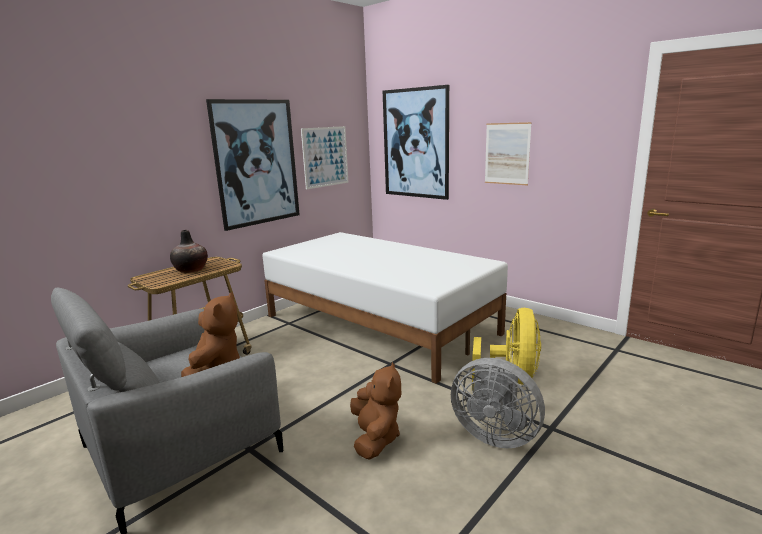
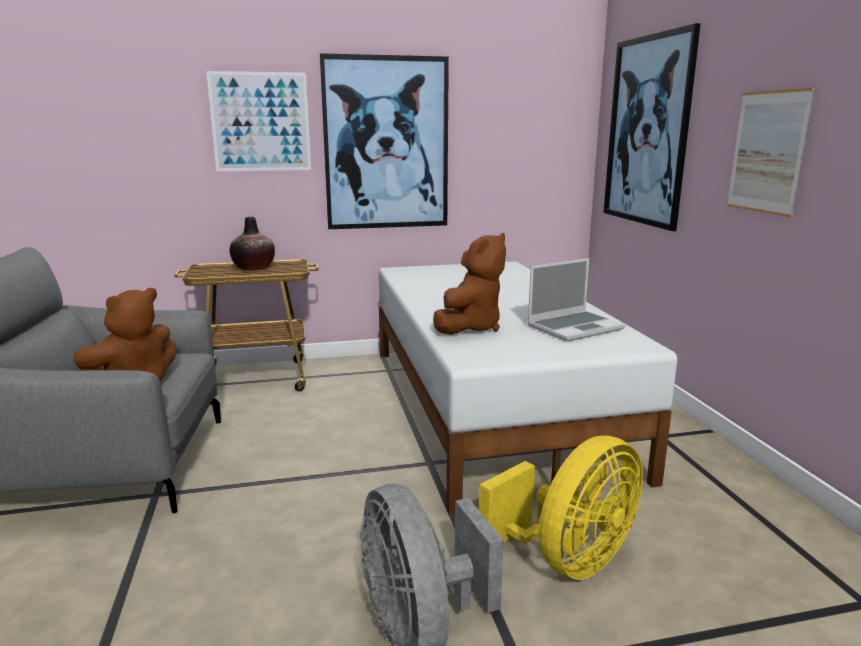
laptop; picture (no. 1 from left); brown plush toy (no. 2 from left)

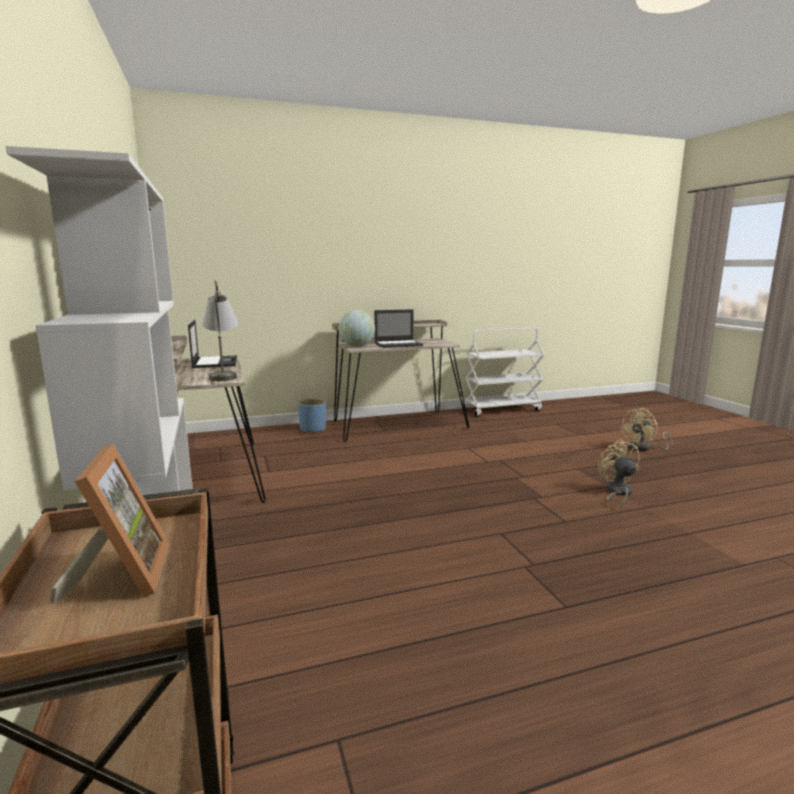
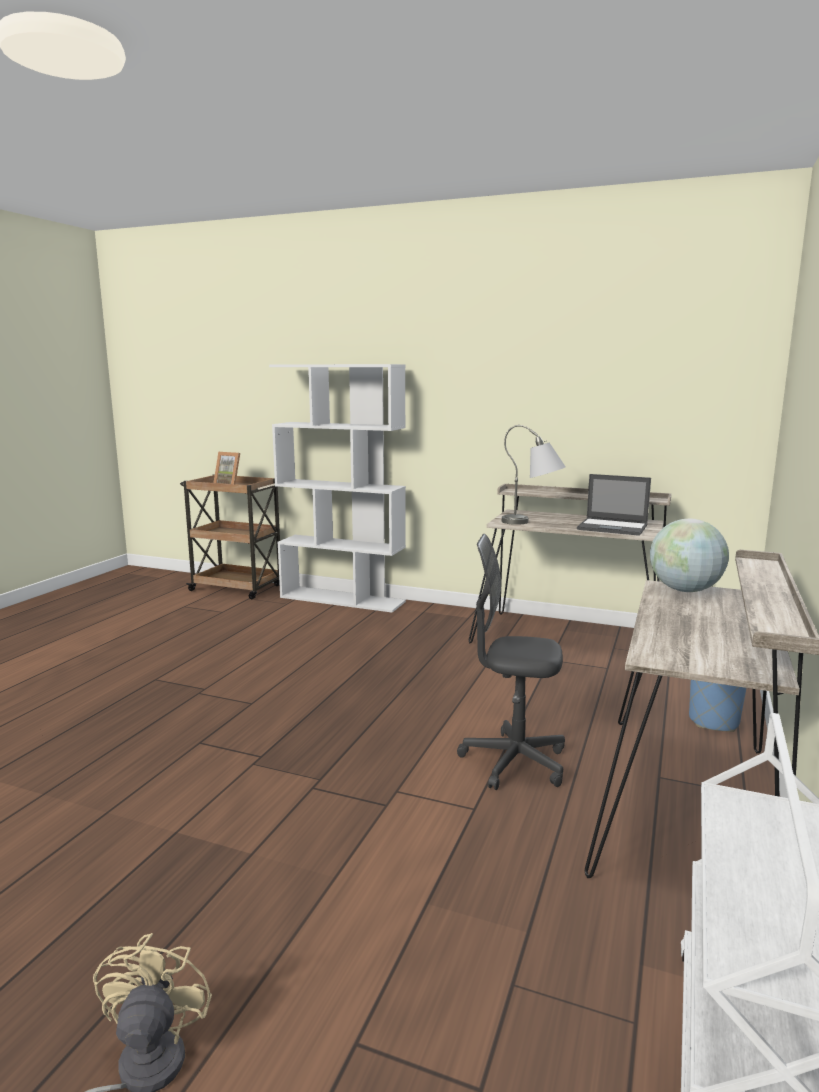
laptop (no. 2 from left in the first image); beige fan (no. 1 from left in the first image); grey office chair

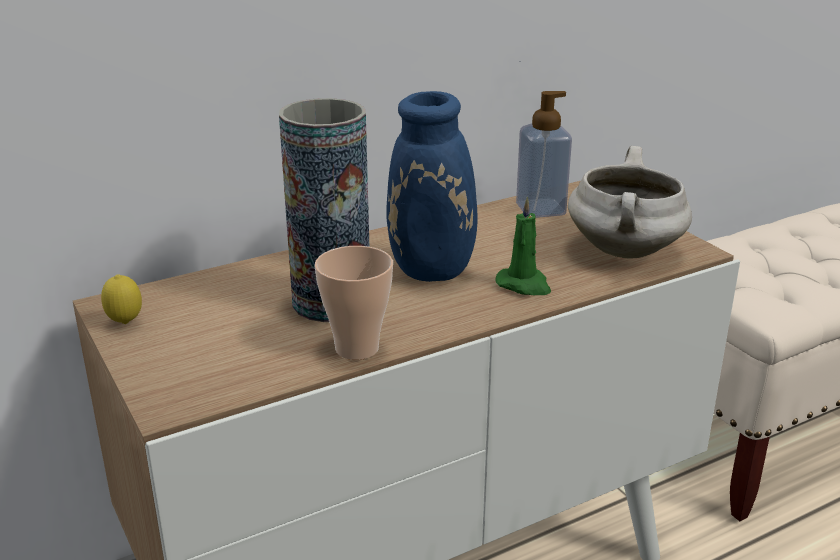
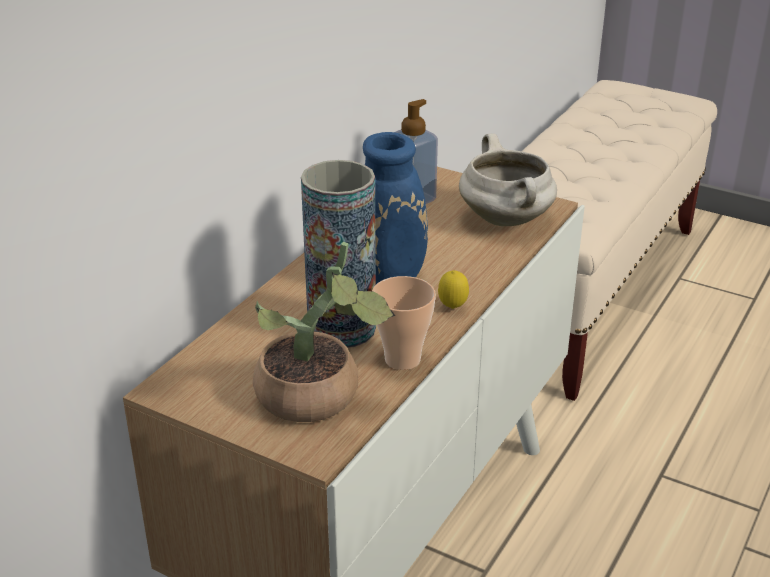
green candle; potted plant; lemon

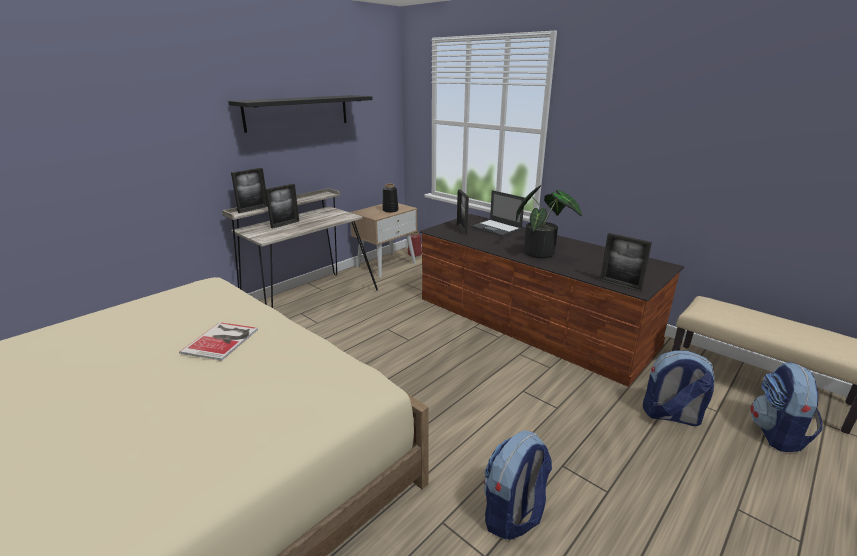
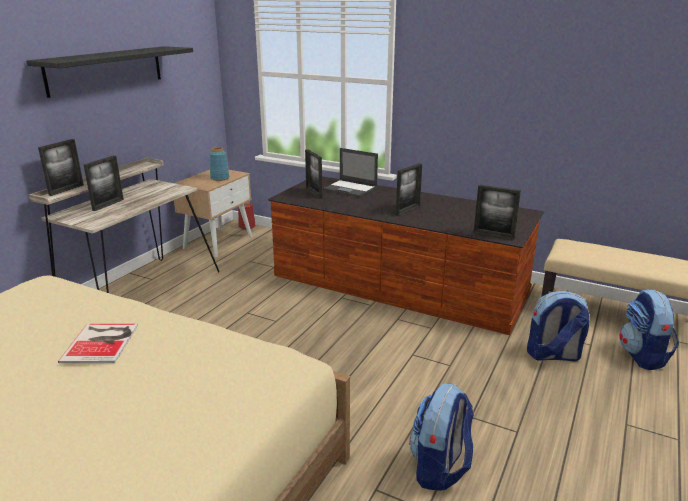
picture frame (no. 4 from left); blue vase

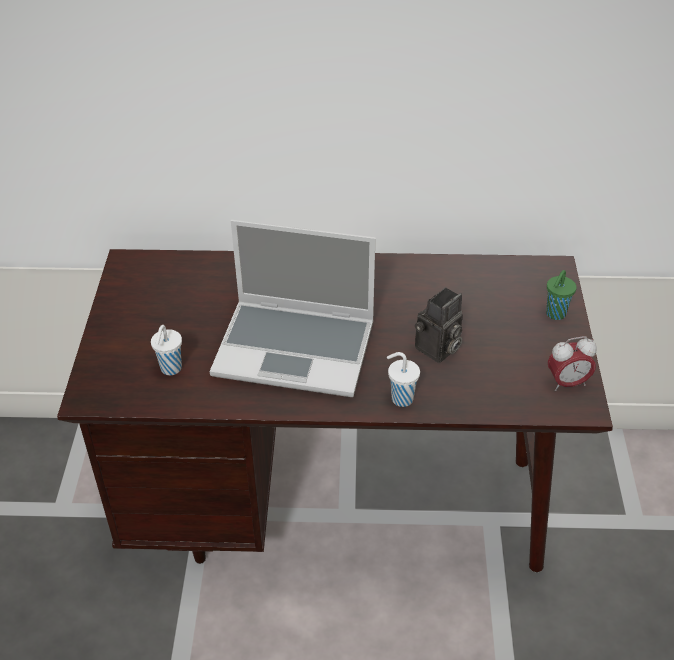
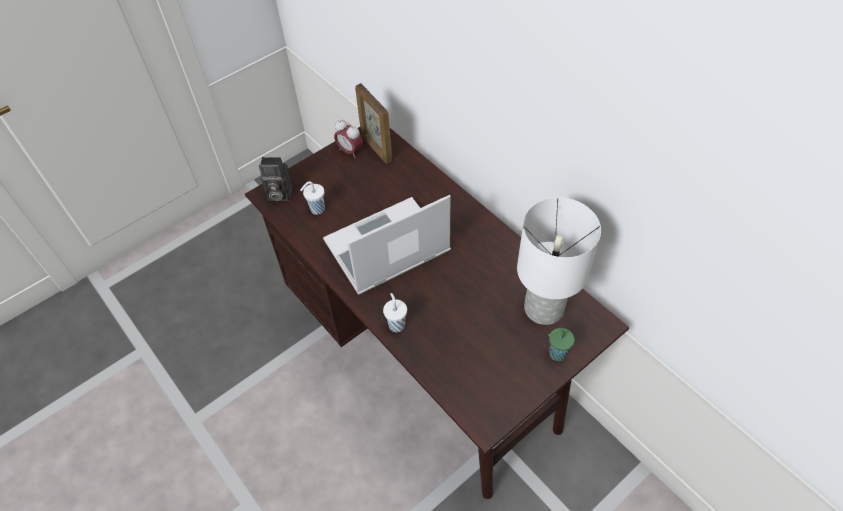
picture frame; white table lamp; photo camera; alarm clock; laptop

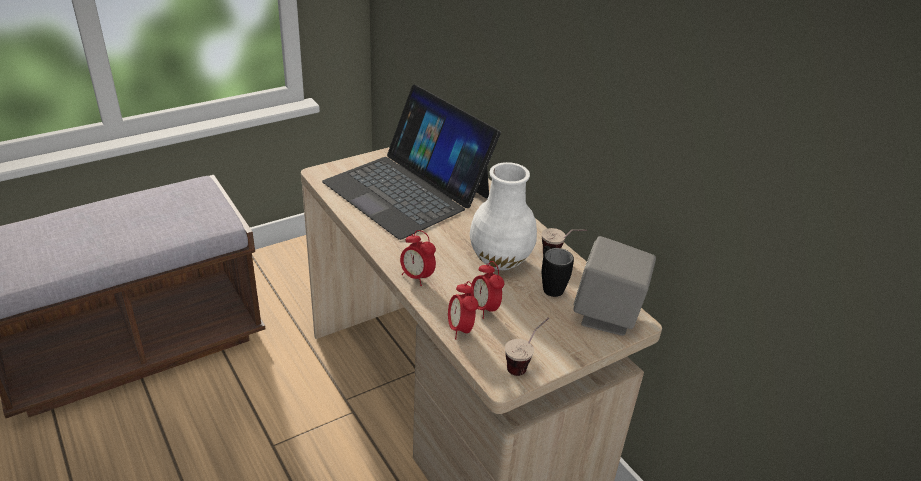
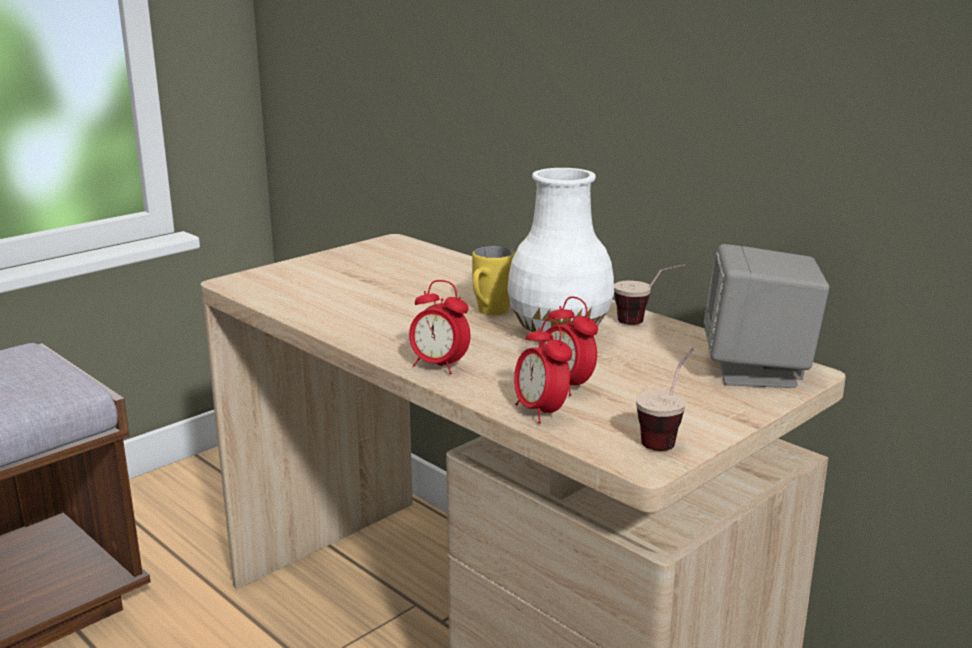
laptop; black mug; yellow mug

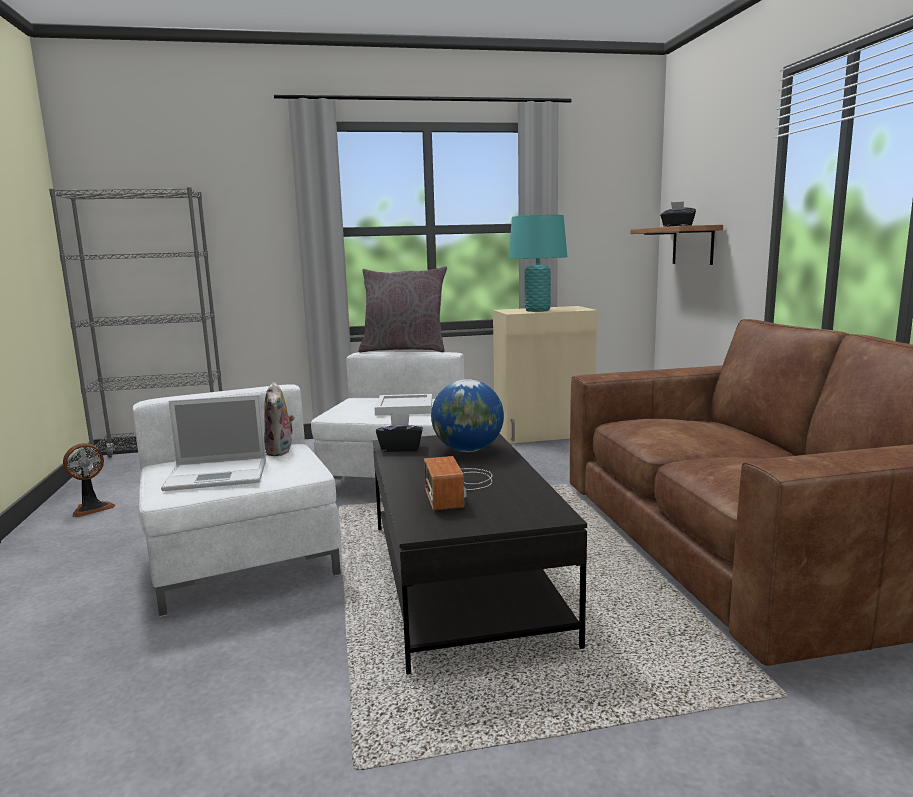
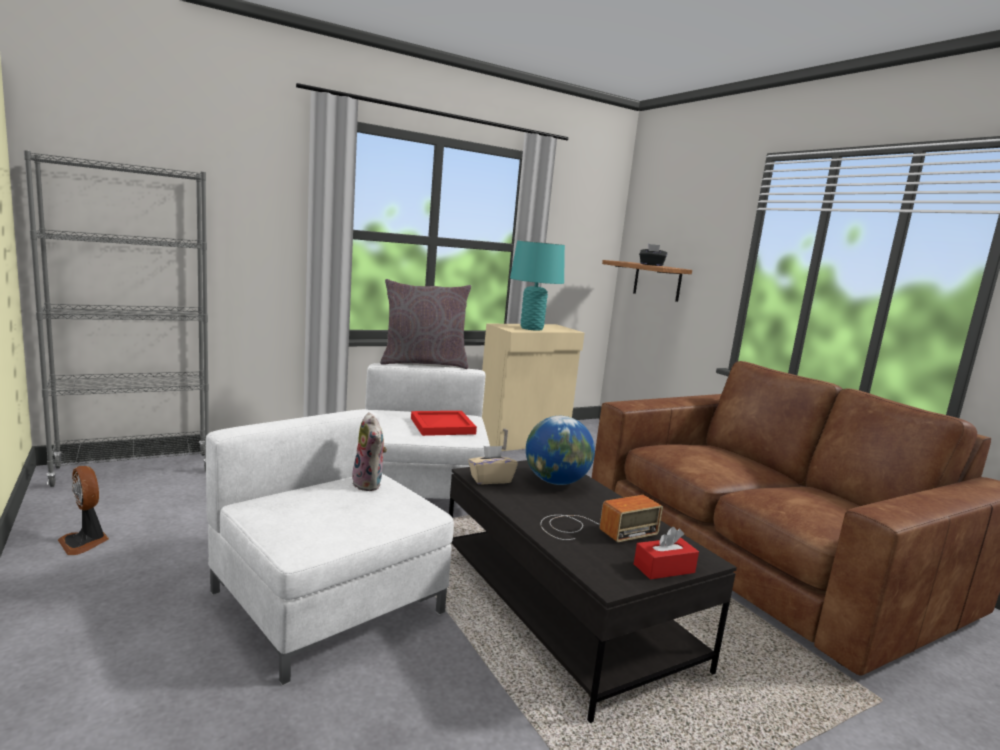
laptop; red tissue box; red tray; beige tissue box; fan; radio

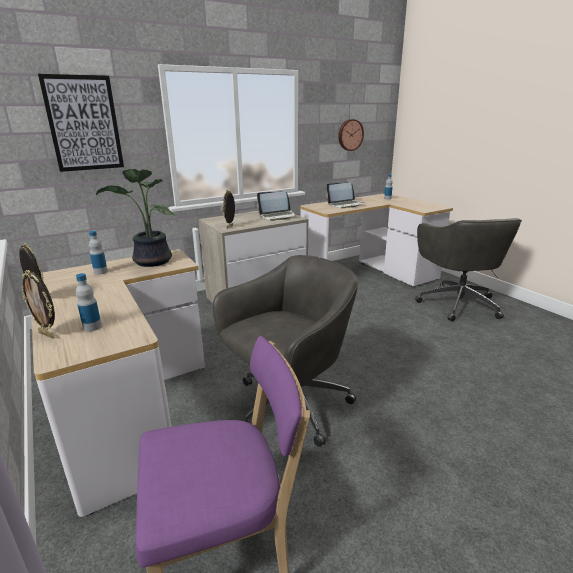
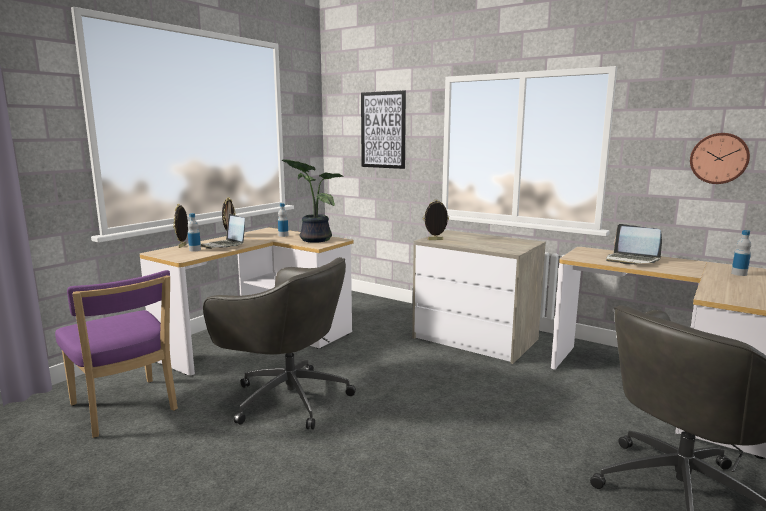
laptop (no. 1 from left)

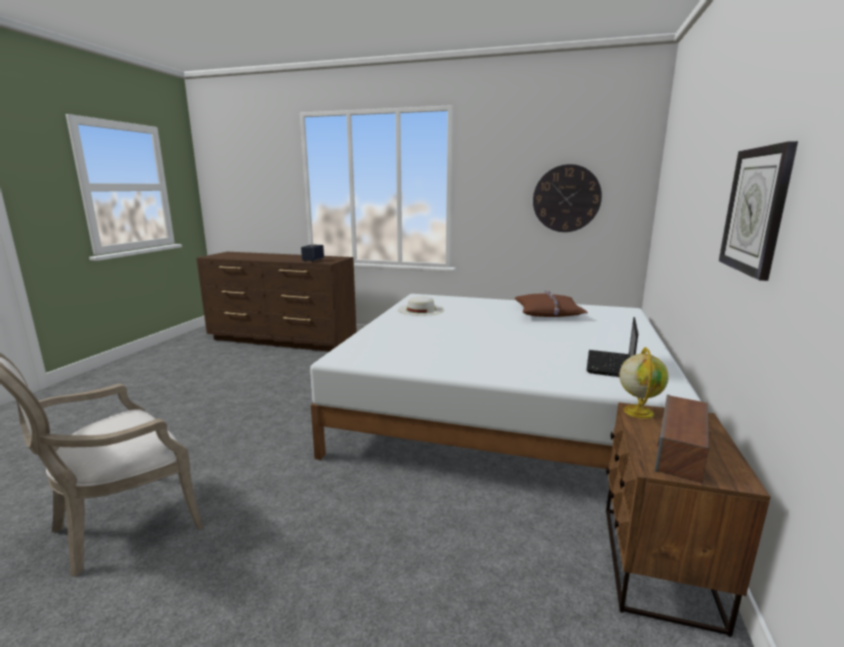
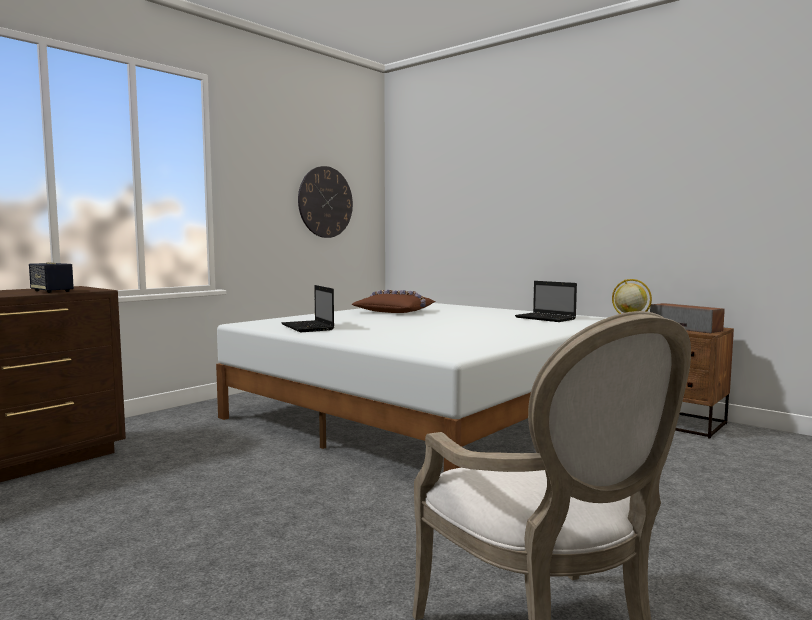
wall clock (no. 2 from left in the first image); laptop (no. 1 from left)

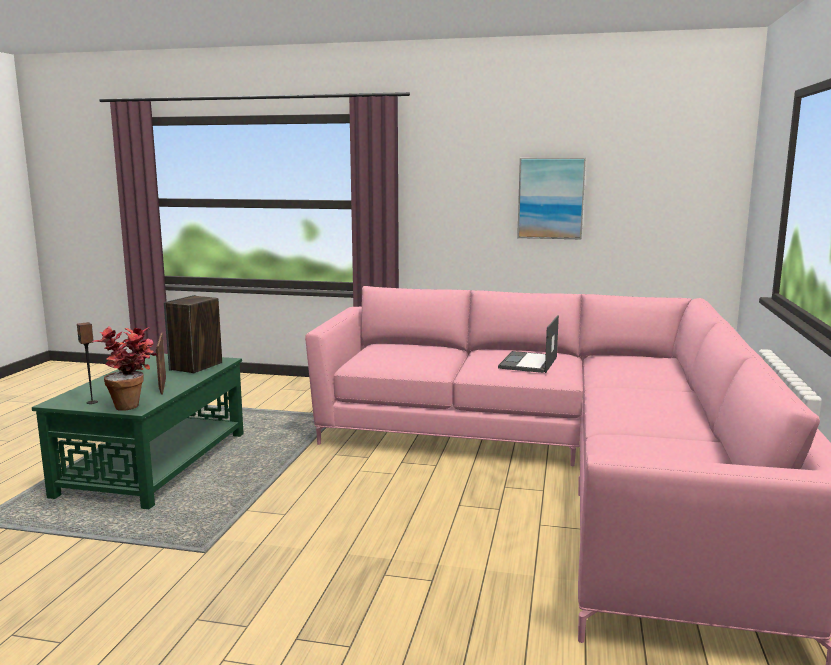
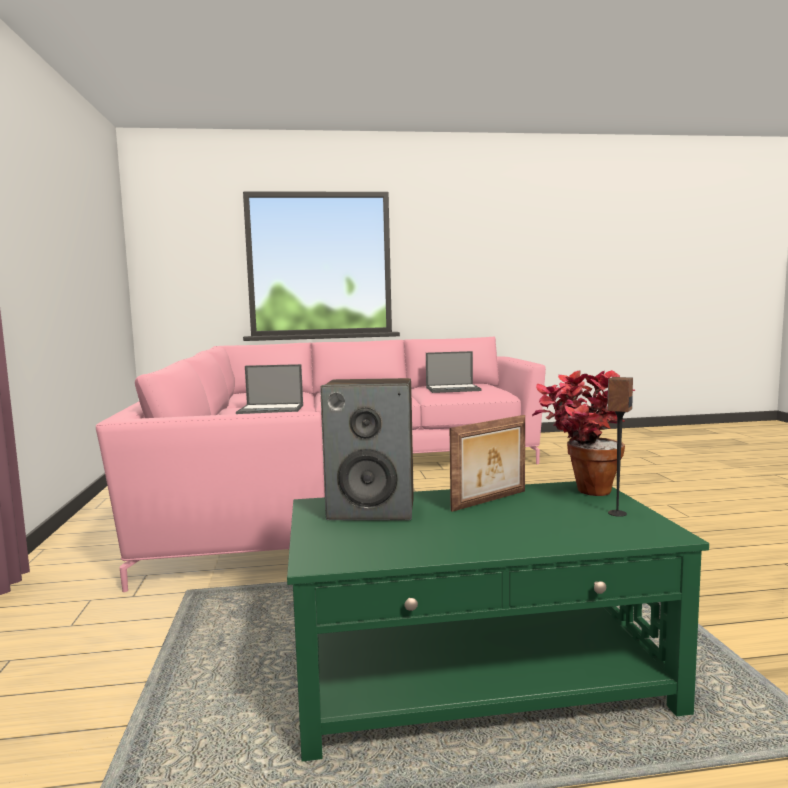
picture; laptop (no. 2 from left)

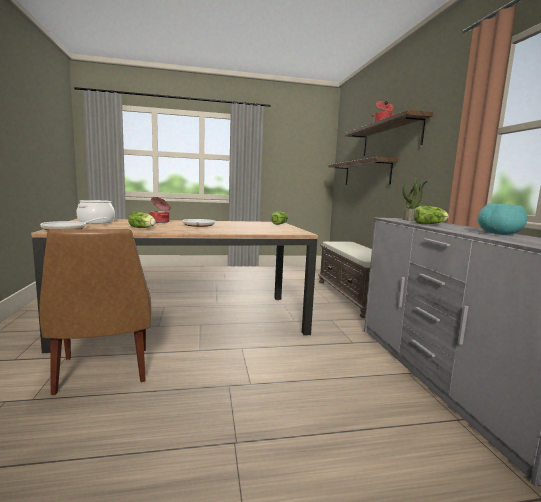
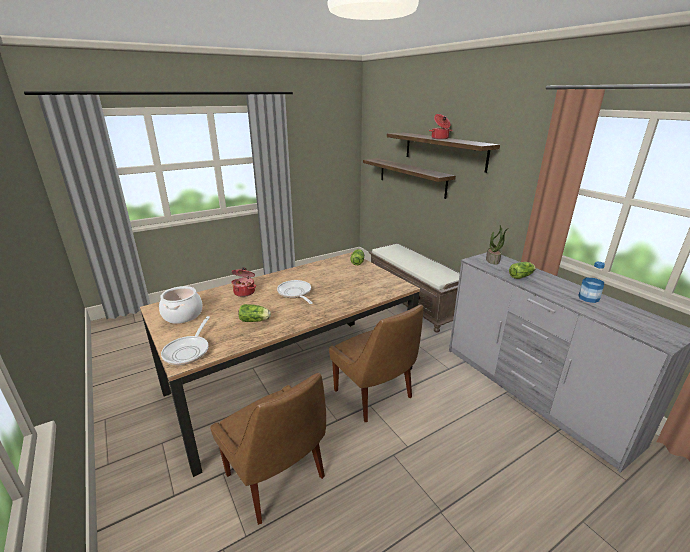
brown chair (no. 2 from left); bottle

